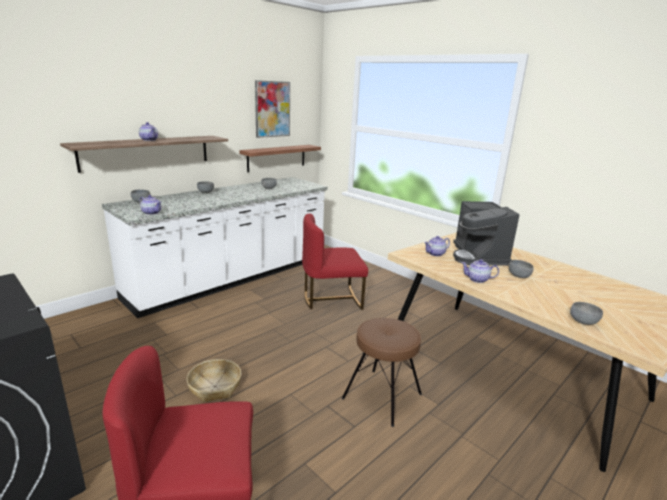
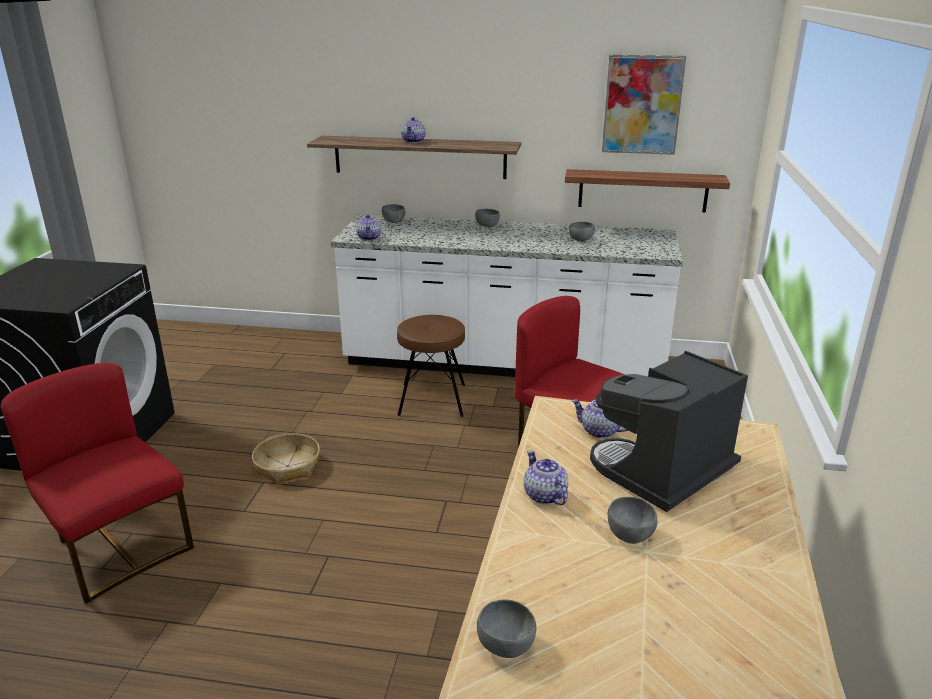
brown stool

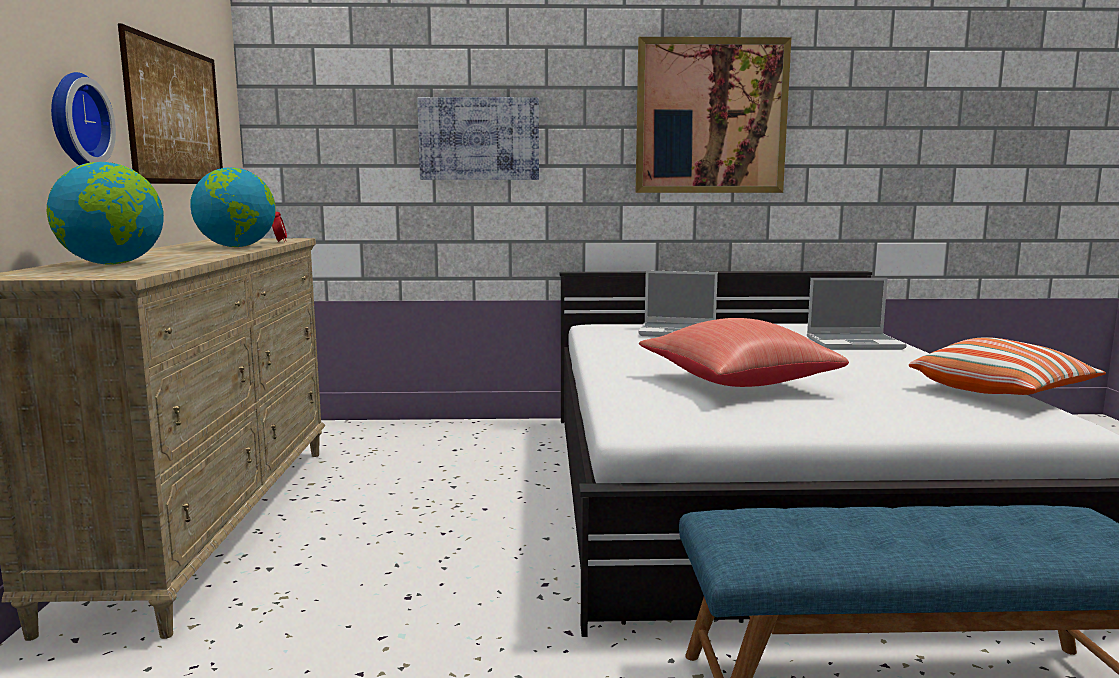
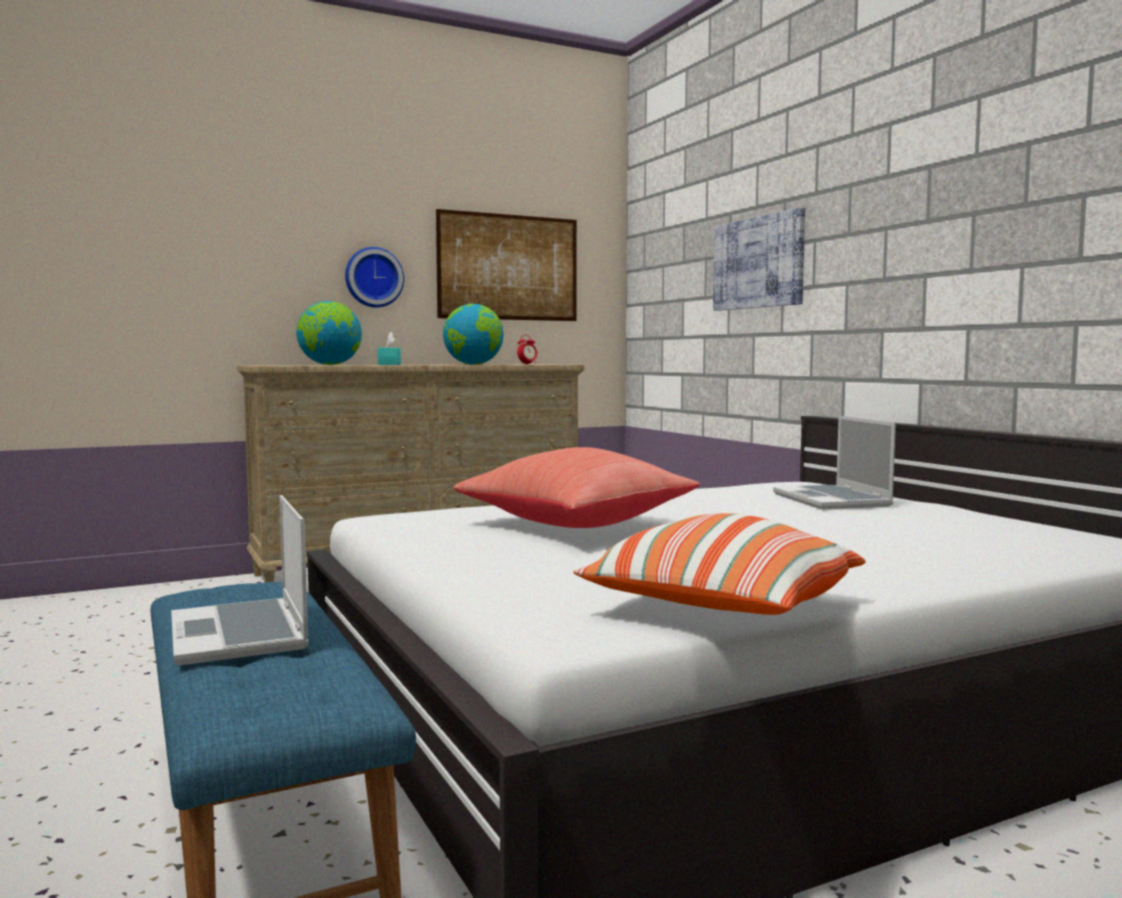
picture (no. 3 from left in the first image); turquoise tissue box; laptop (no. 1 from left)

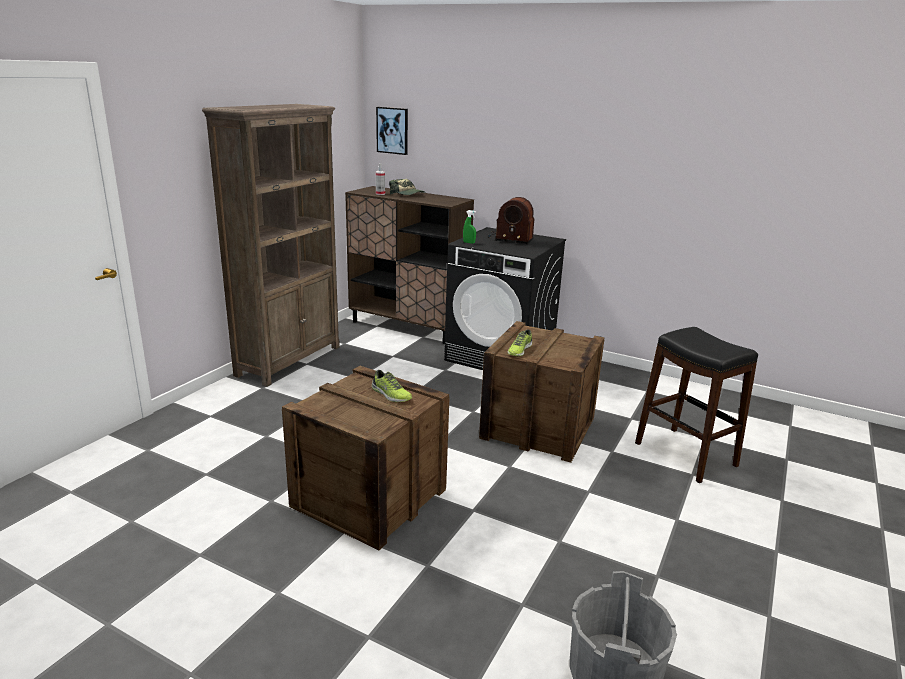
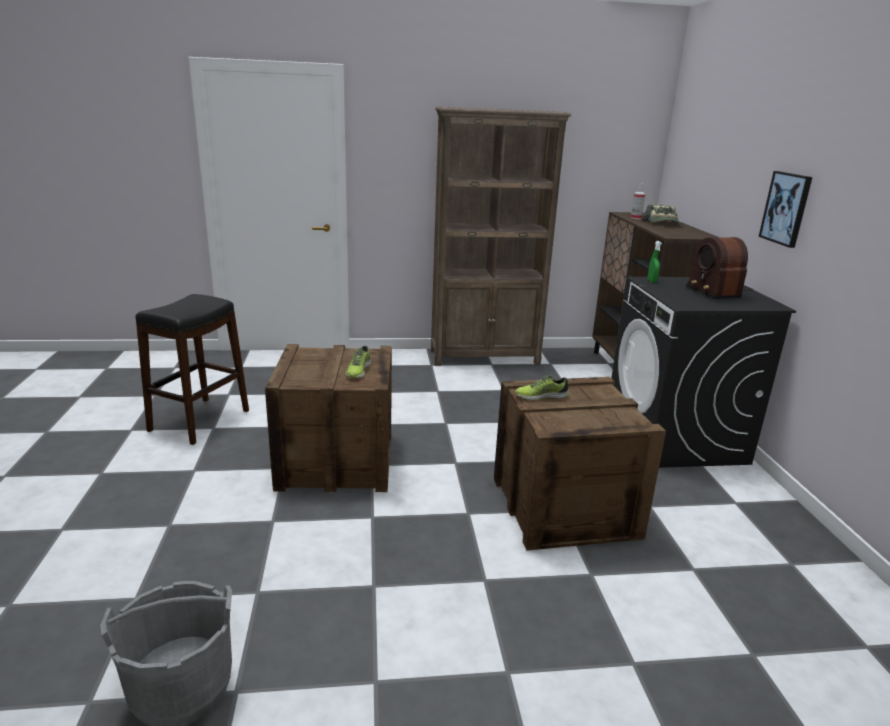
picture; black stool

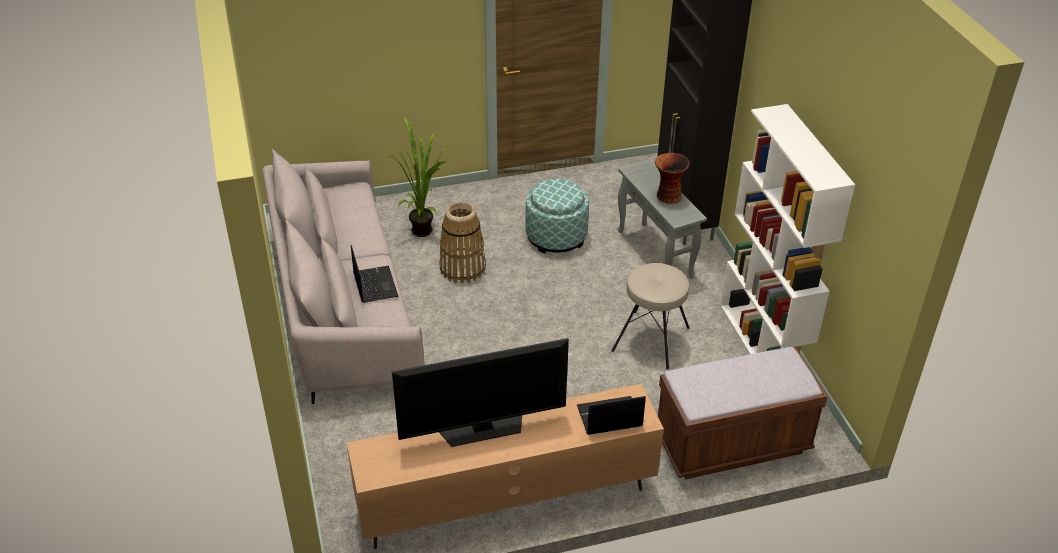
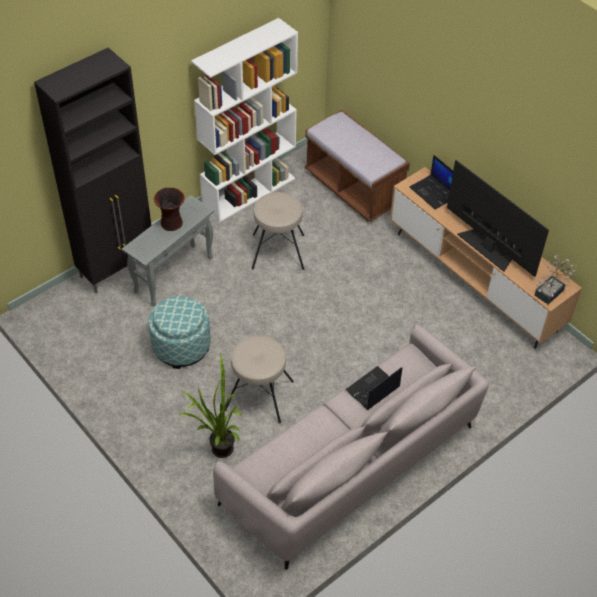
potted plant (no. 2 from left); beige stool (no. 1 from left)

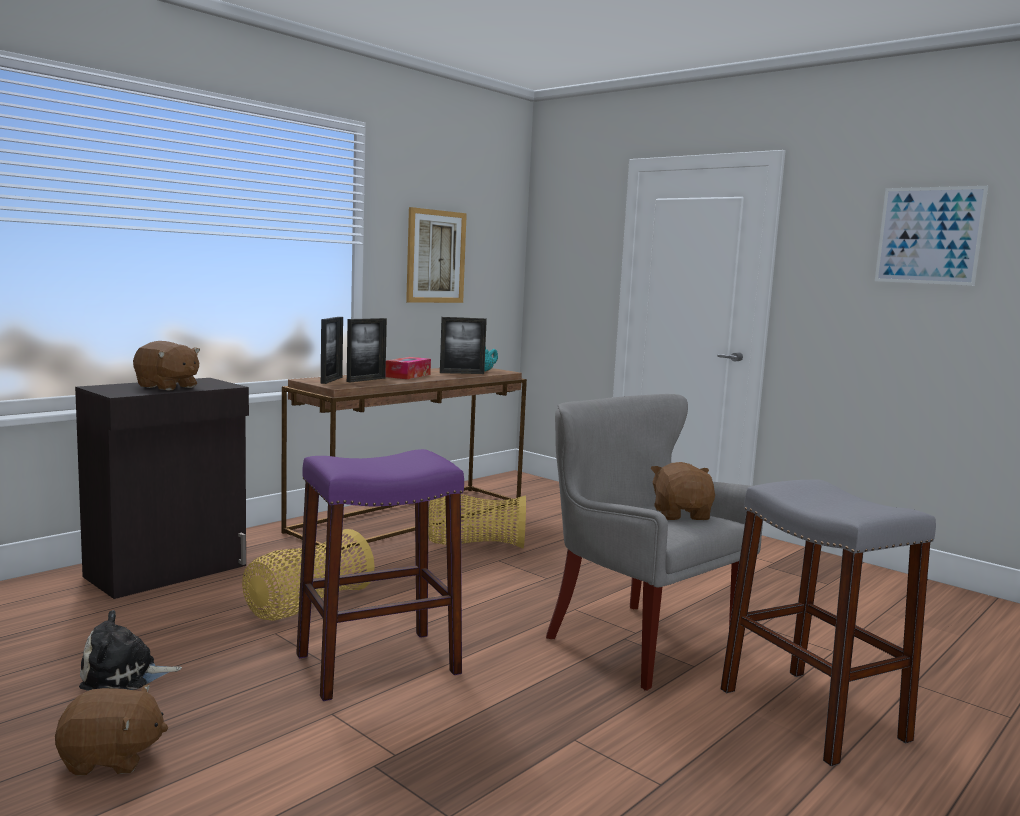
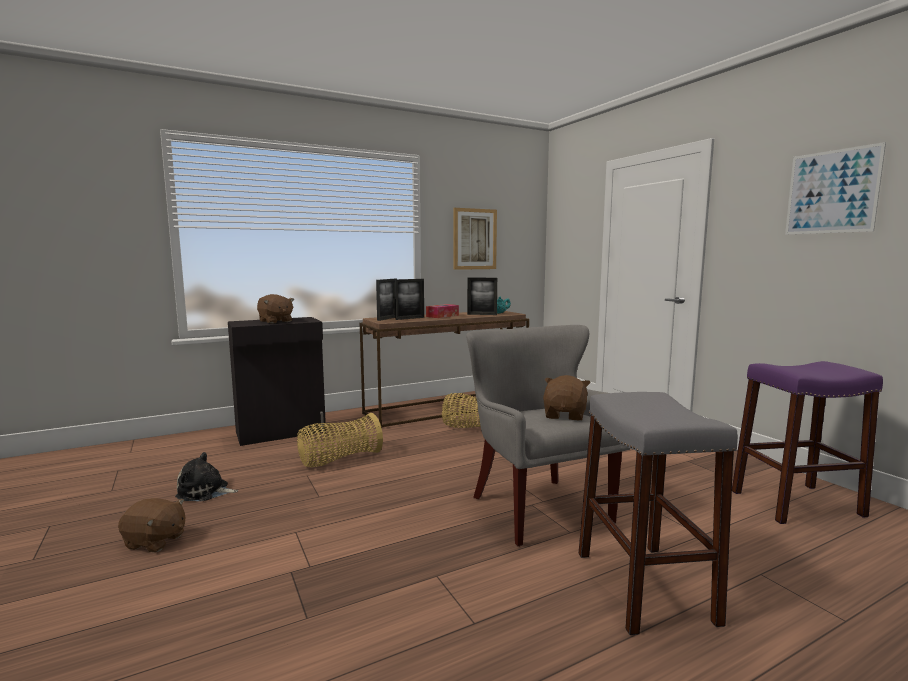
purple stool

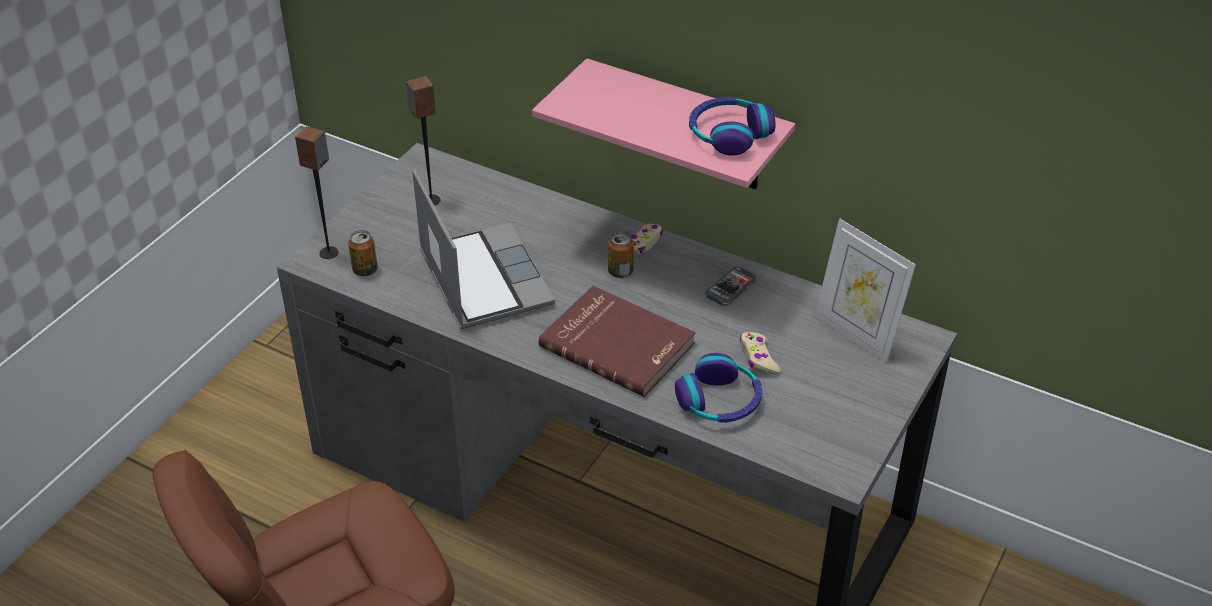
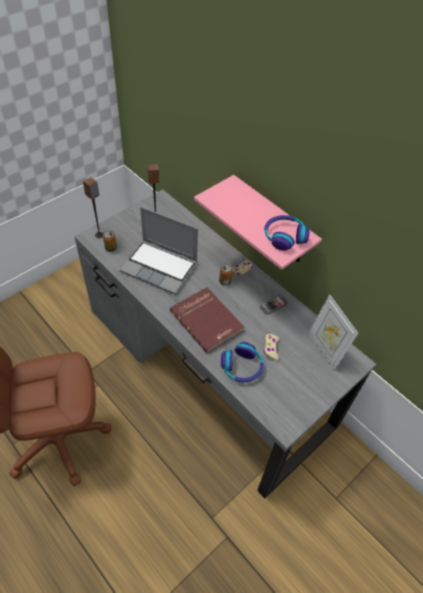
laptop

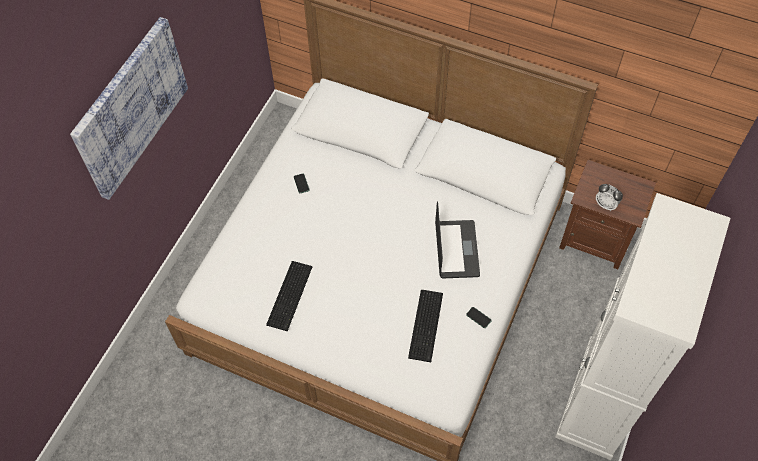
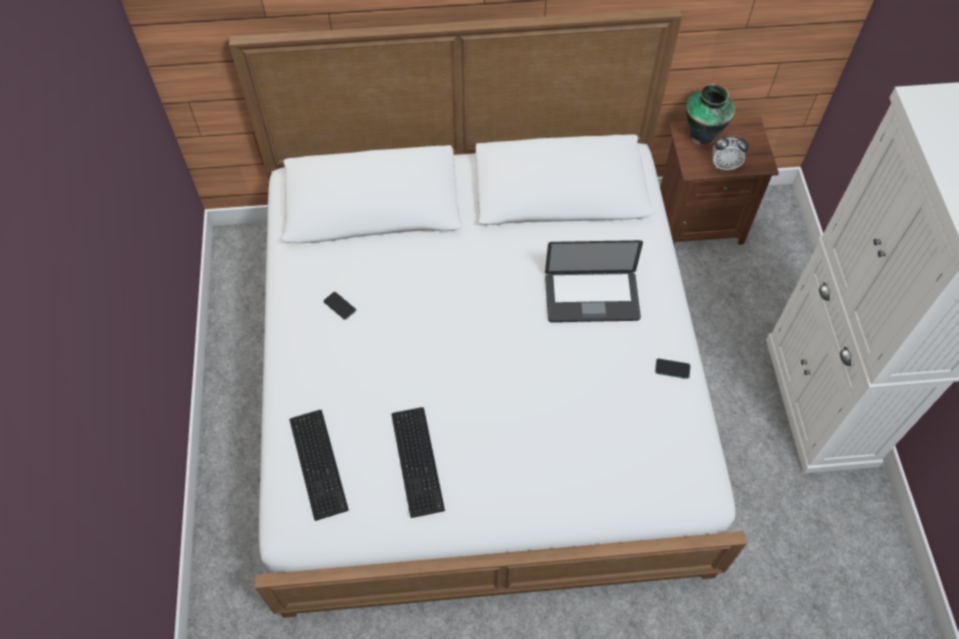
picture; vase; keyboard (no. 1 from left); laptop

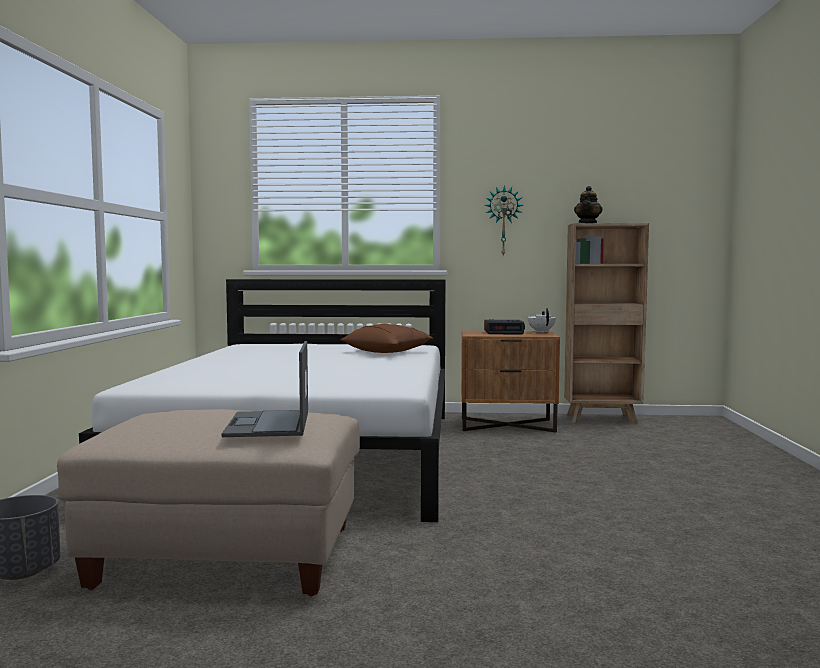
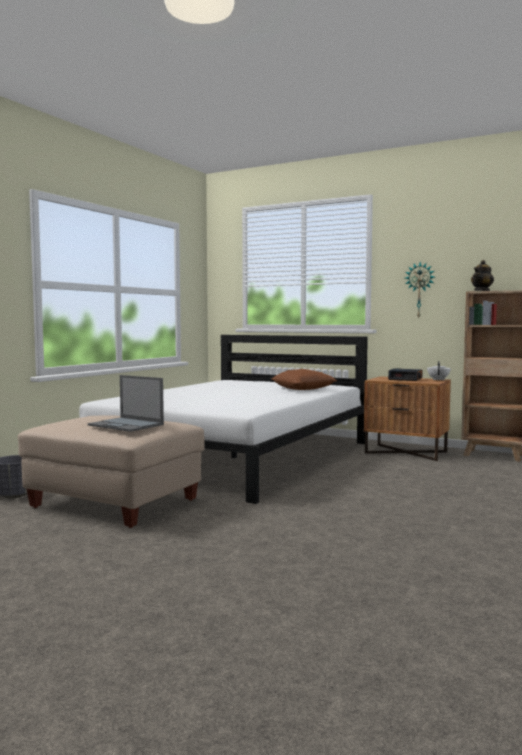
laptop

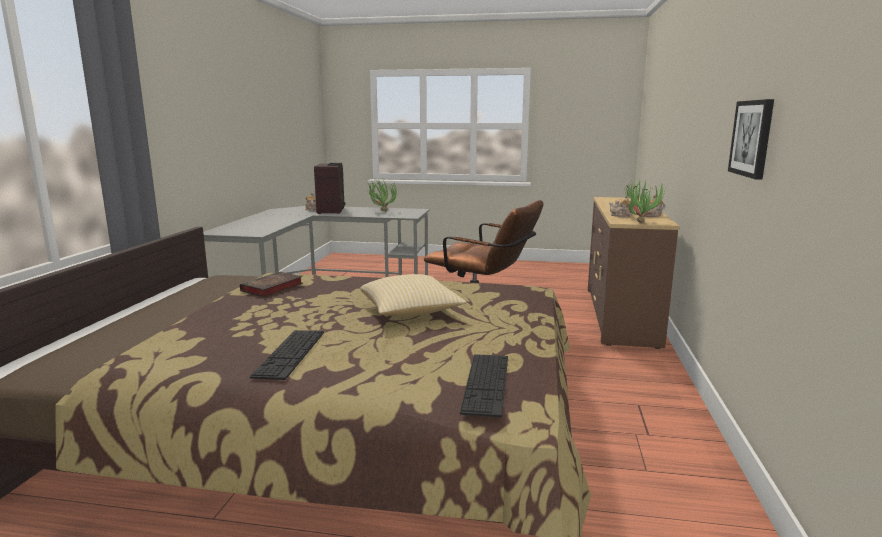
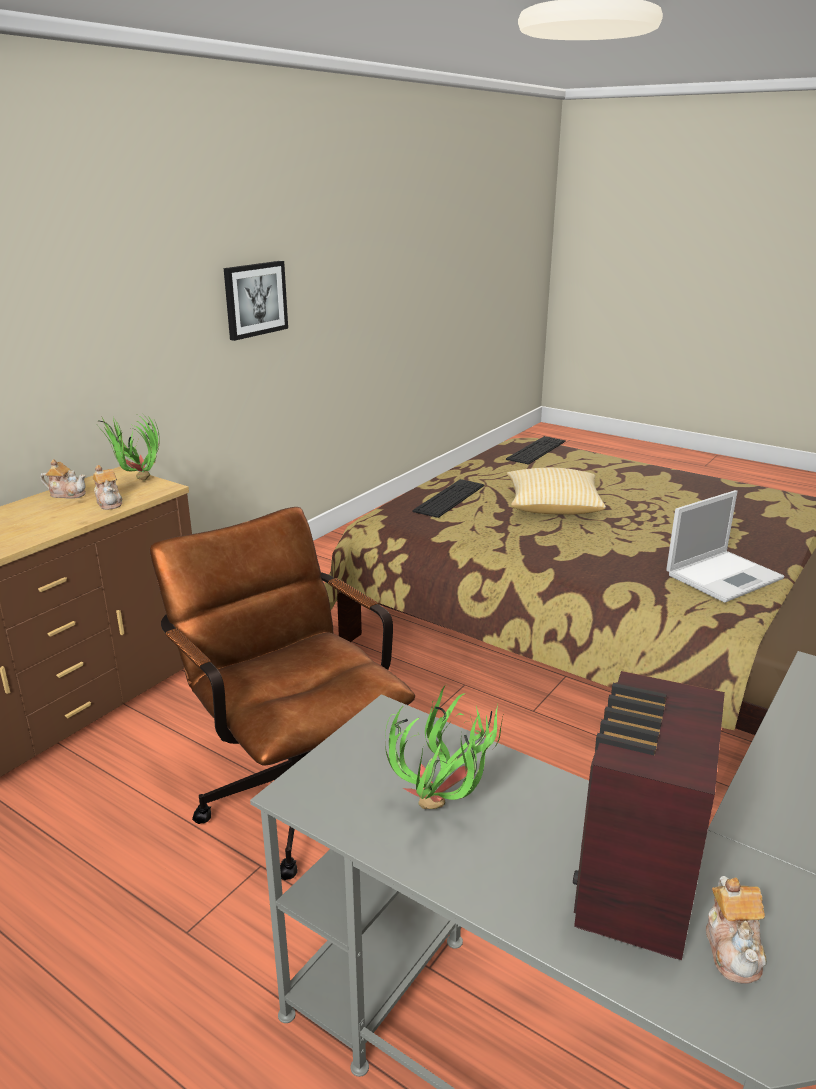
keyboard (no. 1 from left); laptop

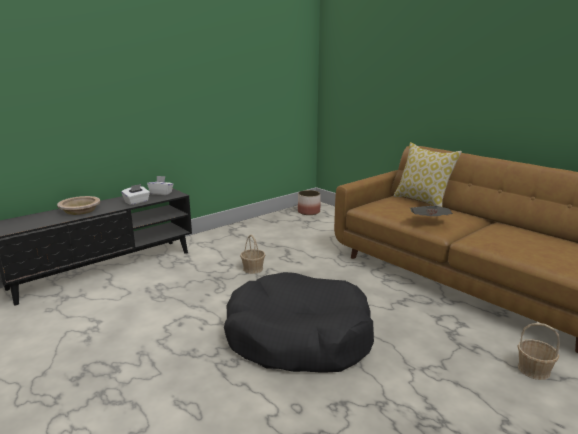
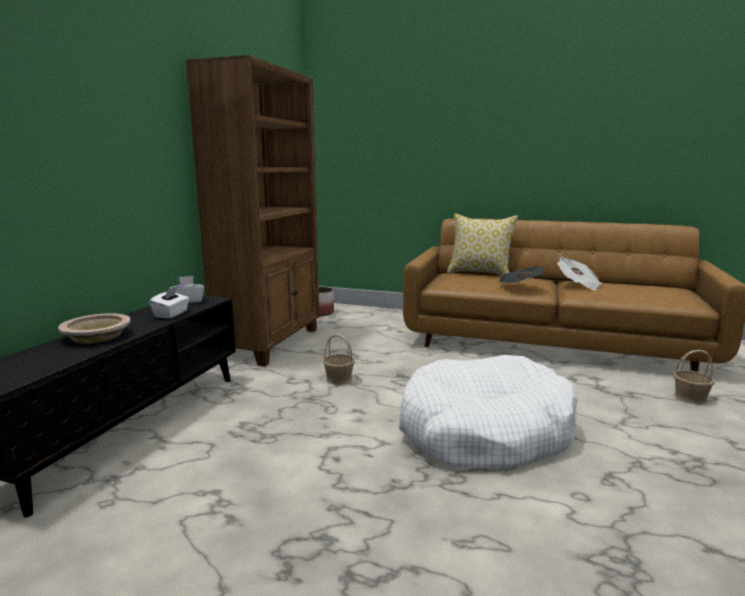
brown bookcase; newspaper (no. 2 from left); white dog bed

